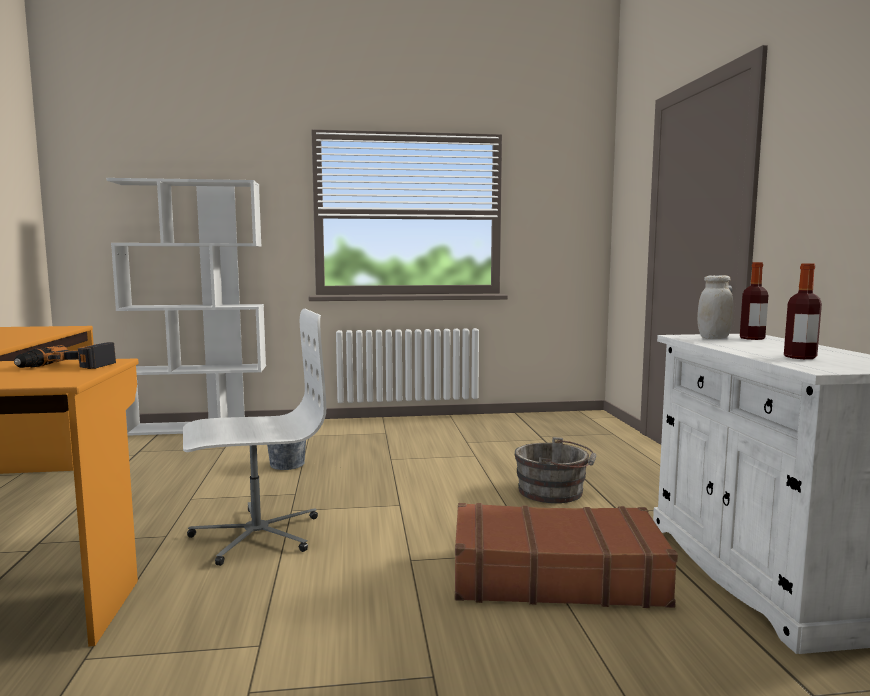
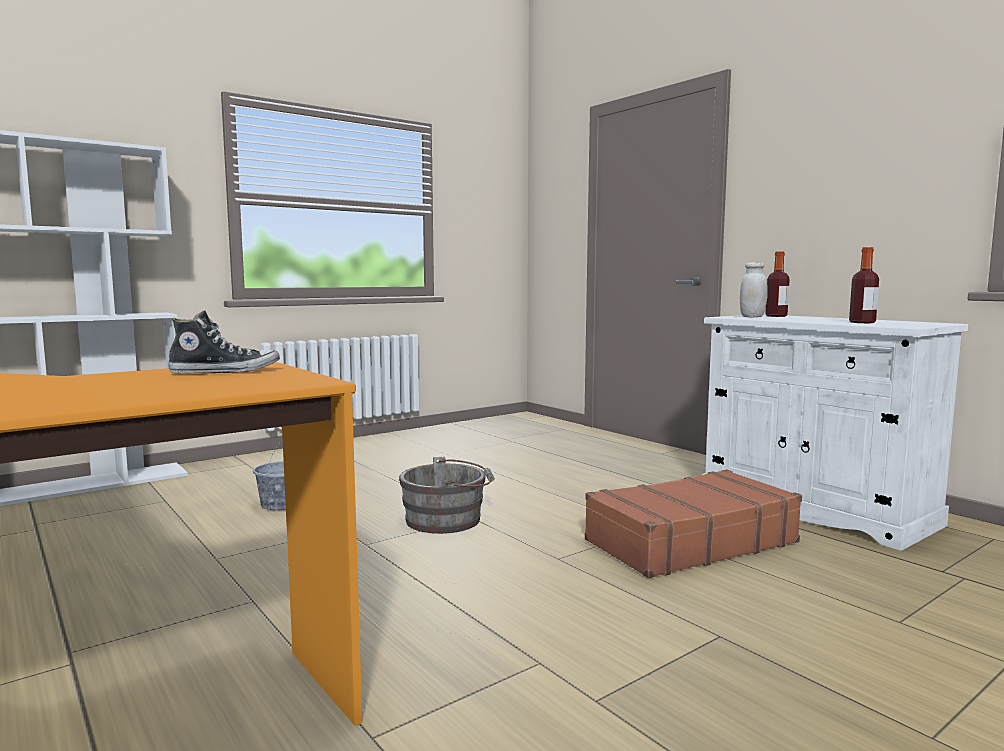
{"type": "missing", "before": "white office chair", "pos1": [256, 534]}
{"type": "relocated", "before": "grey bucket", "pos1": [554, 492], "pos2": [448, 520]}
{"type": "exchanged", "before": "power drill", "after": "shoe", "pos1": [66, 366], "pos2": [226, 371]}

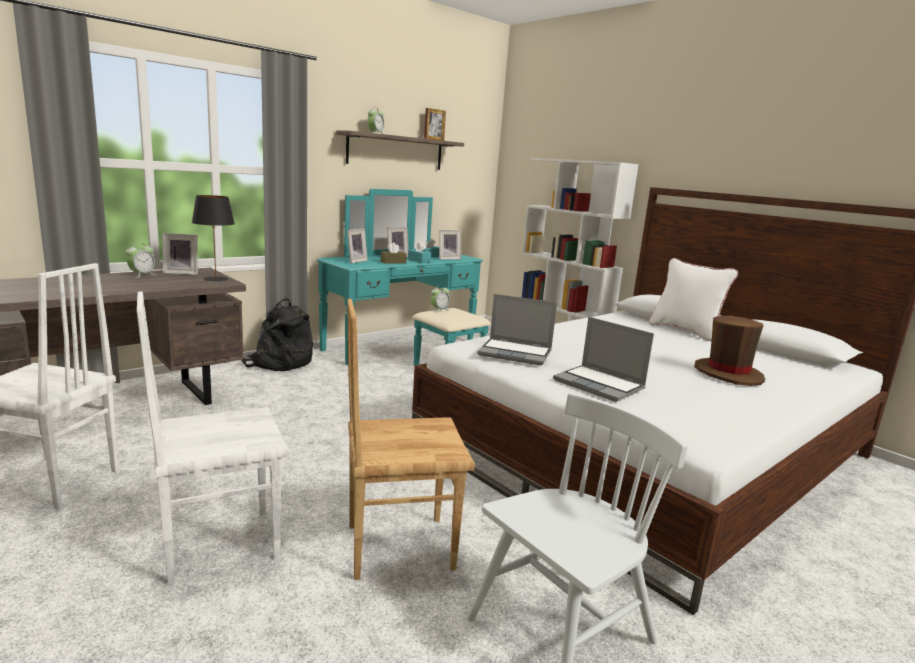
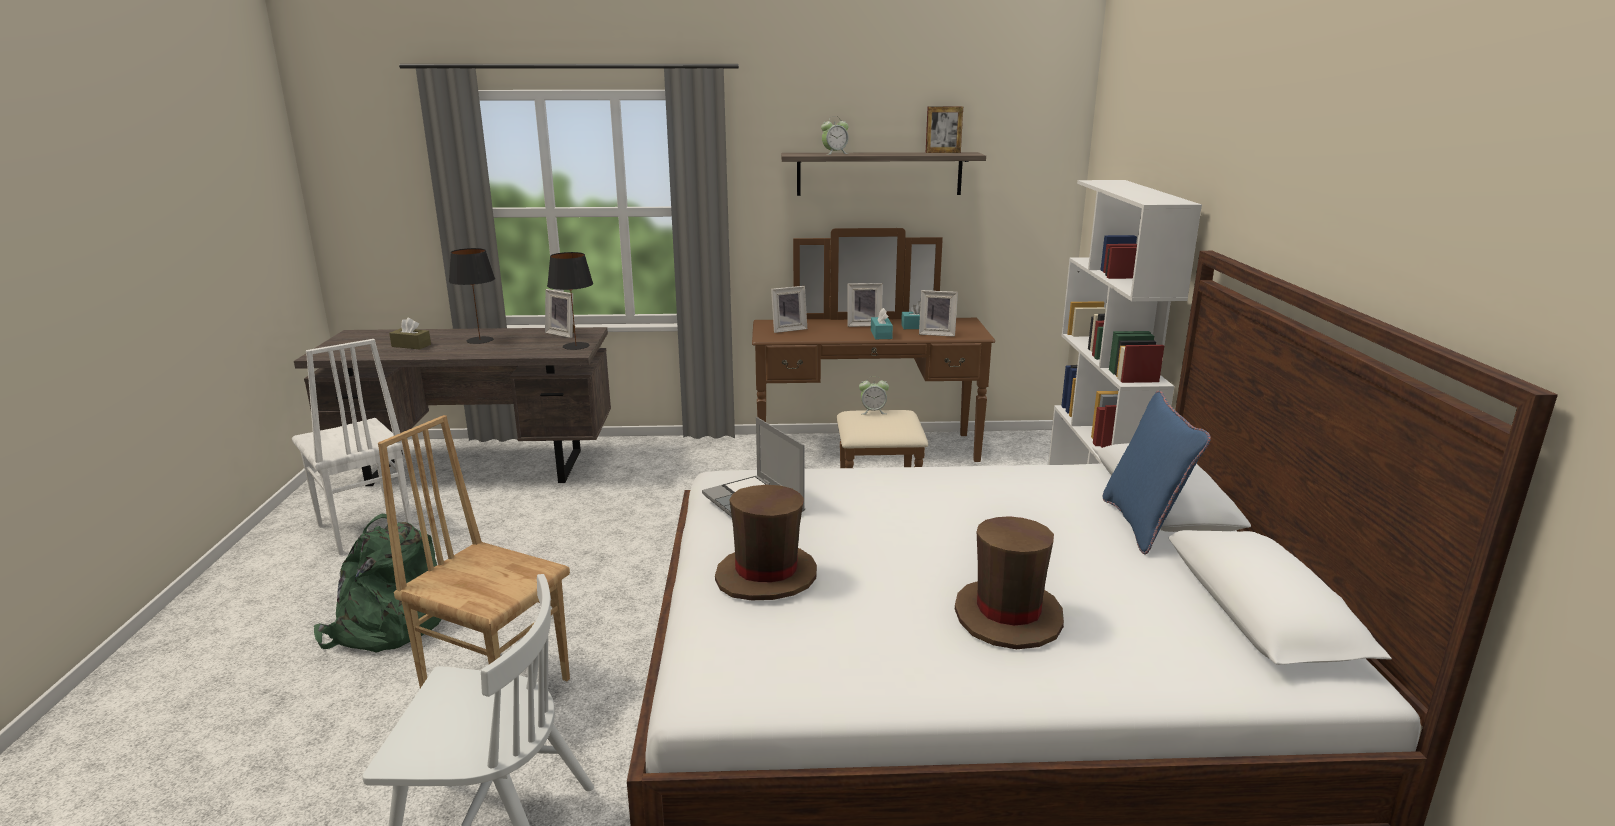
{"type": "missing", "before": "alarm clock", "pos1": [142, 275]}
{"type": "missing", "before": "black backpack", "pos1": [280, 363]}
{"type": "appeared", "after": "black table lamp", "pos2": [480, 340]}
{"type": "relocated", "before": "brown tissue box", "pos1": [393, 262], "pos2": [411, 345]}
{"type": "exchanged", "before": "white chair", "after": "green backpack", "pos1": [219, 543], "pos2": [387, 626]}
{"type": "exchanged", "before": "laptop", "after": "brown hat", "pos1": [600, 385], "pos2": [766, 576]}
{"type": "colour", "before": "turquoise dresser", "after": "brown dresser", "pos1": [411, 350], "pos2": [870, 459]}
{"type": "colour", "before": "white pillow", "after": "blue pillow", "pos1": [685, 331], "pos2": [1143, 525]}

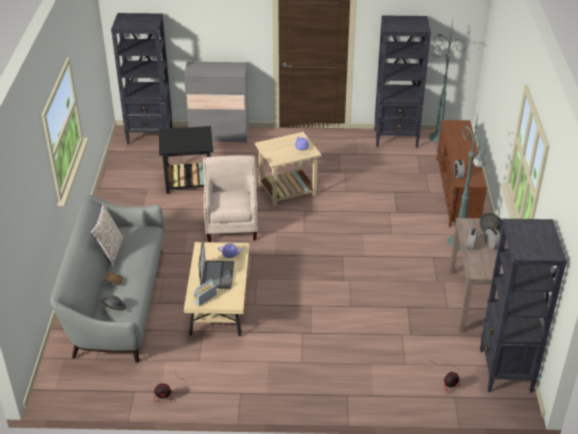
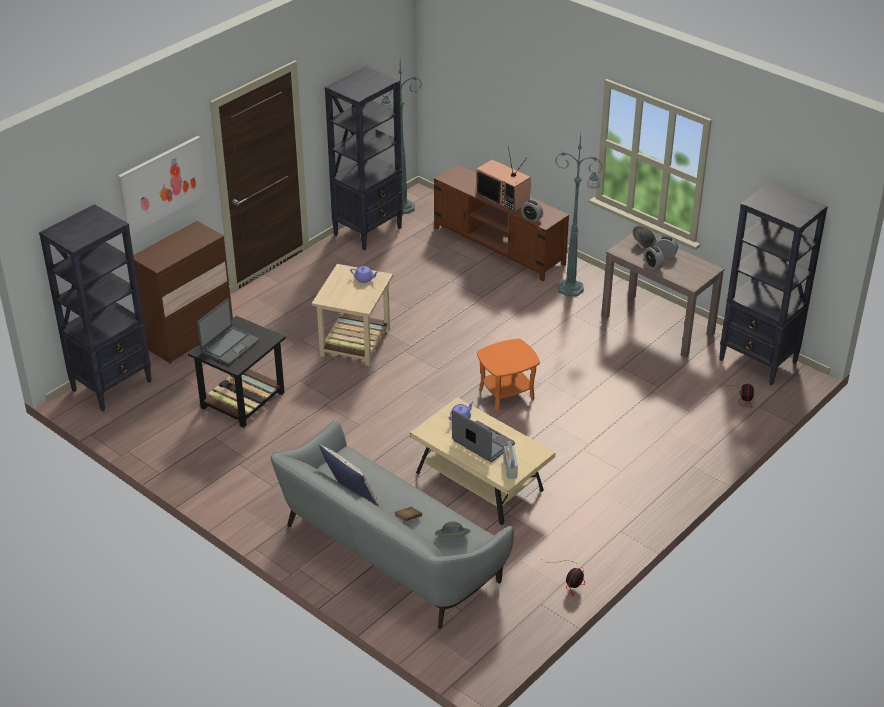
{"type": "missing", "before": "beige armchair", "pos1": [232, 224]}
{"type": "appeared", "after": "picture", "pos2": [162, 184]}
{"type": "appeared", "after": "laptop", "pos2": [229, 346]}
{"type": "appeared", "after": "television", "pos2": [504, 198]}
{"type": "appeared", "after": "orange side table", "pos2": [506, 394]}
{"type": "colour", "before": "grey dresser", "after": "brown dresser", "pos1": [219, 135], "pos2": [189, 336]}

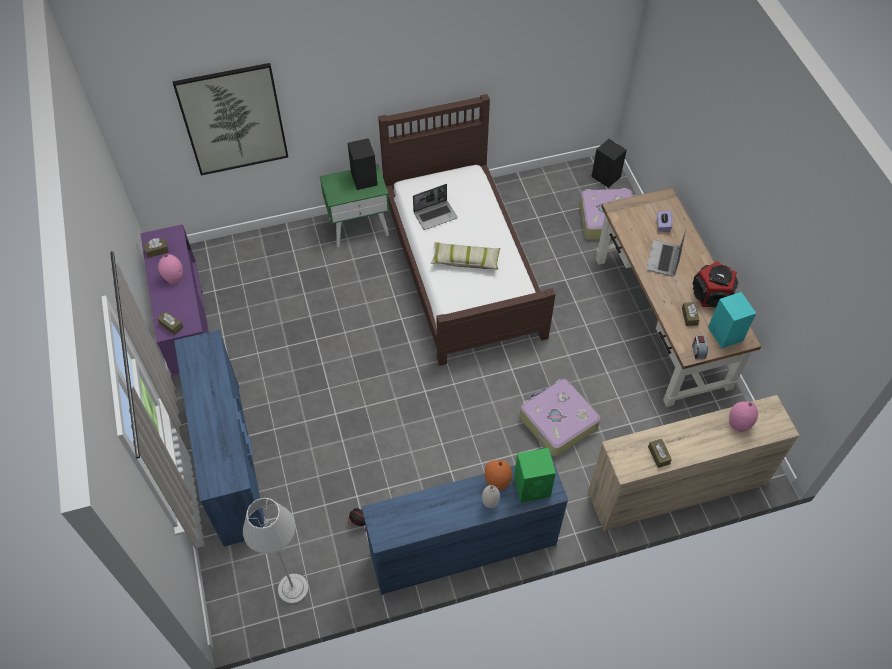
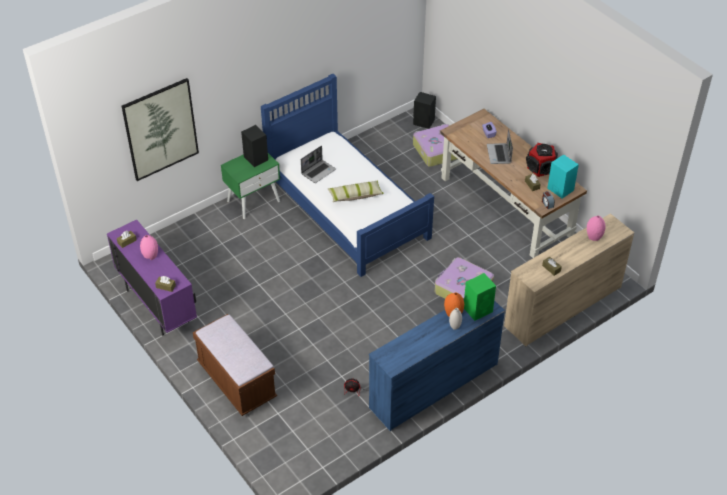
{"type": "missing", "before": "grey floor lamp", "pos1": [293, 589]}
{"type": "exchanged", "before": "blue dresser", "after": "brown bench", "pos1": [232, 461], "pos2": [237, 381]}
{"type": "colour", "before": "brown bed", "after": "blue bed", "pos1": [462, 268], "pos2": [346, 209]}

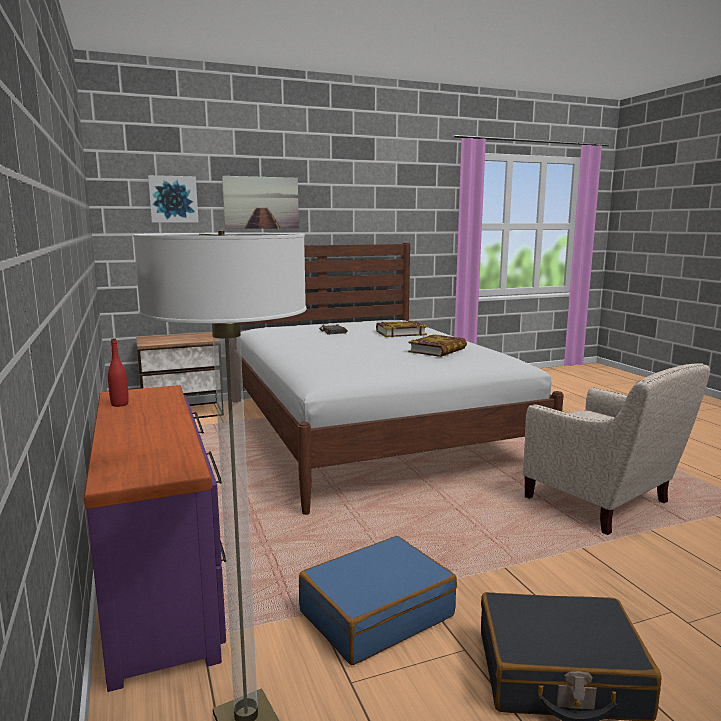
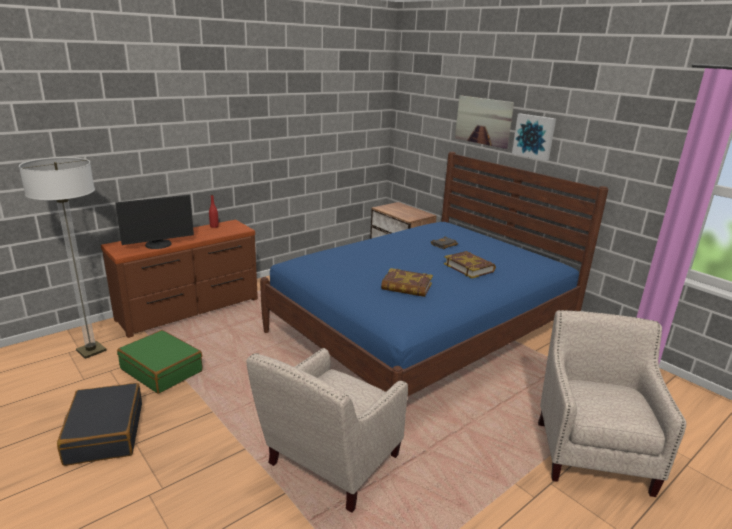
{"type": "appeared", "after": "monitor", "pos2": [158, 245]}
{"type": "appeared", "after": "beige armchair", "pos2": [592, 450]}
{"type": "relocated", "before": "picture", "pos1": [173, 199], "pos2": [534, 136]}
{"type": "colour", "before": "purple dresser", "after": "brown dresser", "pos1": [161, 579], "pos2": [190, 310]}
{"type": "colour", "before": "white bed", "after": "blue bed", "pos1": [369, 430], "pos2": [422, 332]}
{"type": "colour", "before": "blue suitcase", "after": "green suitcase", "pos1": [376, 613], "pos2": [162, 370]}

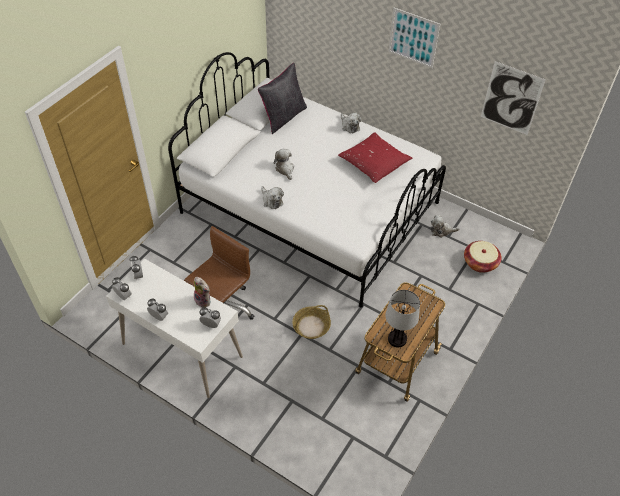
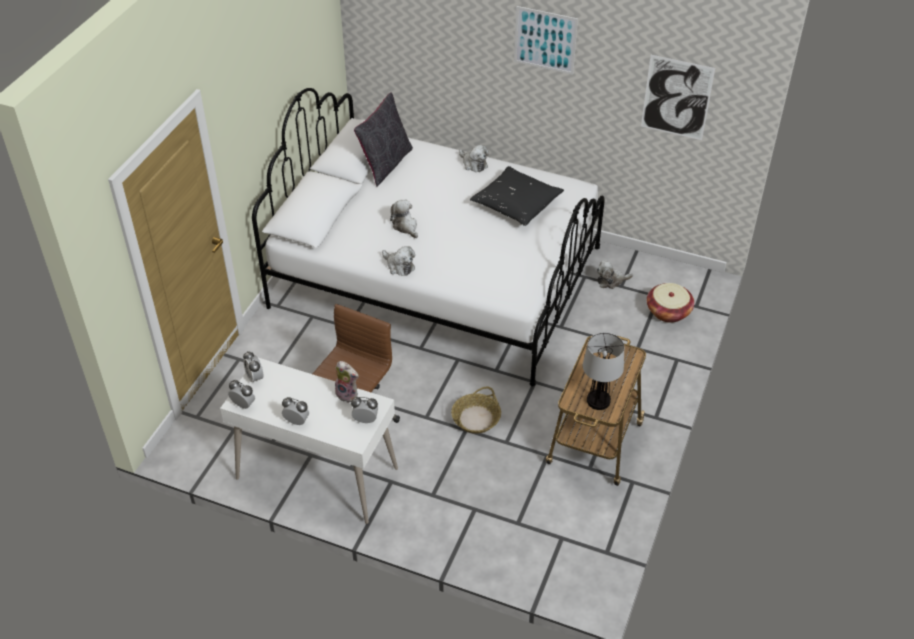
{"type": "colour", "before": "red pillow", "after": "black pillow", "pos1": [374, 163], "pos2": [516, 204]}

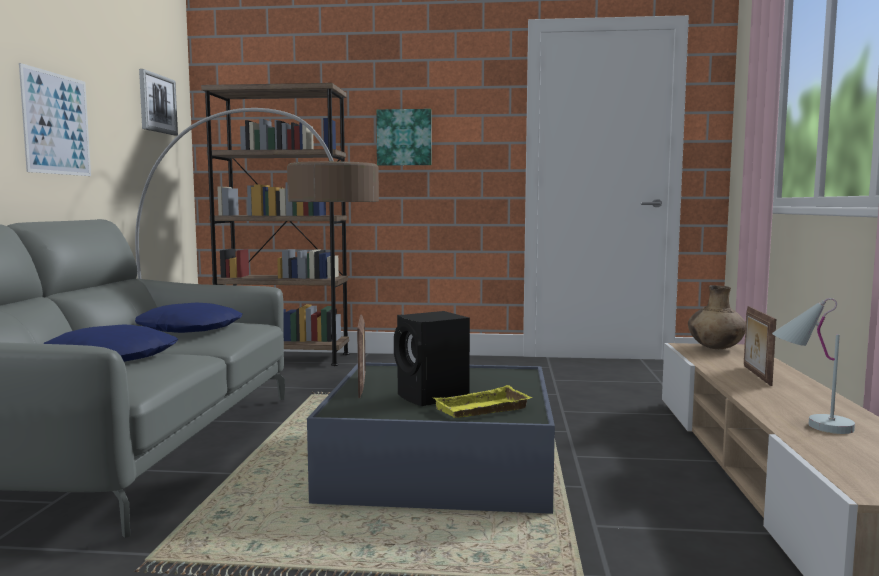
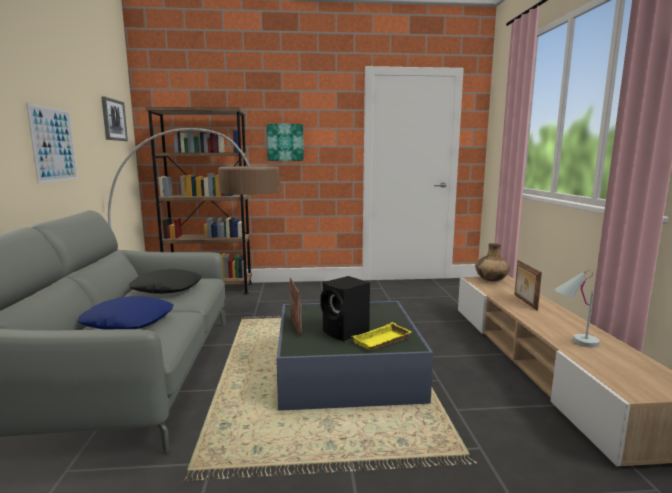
{"type": "colour", "before": "blue pillow", "after": "black pillow", "pos1": [191, 329], "pos2": [167, 288]}

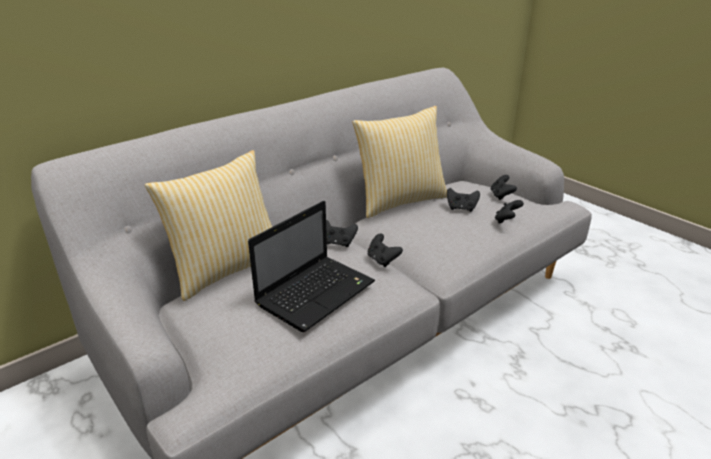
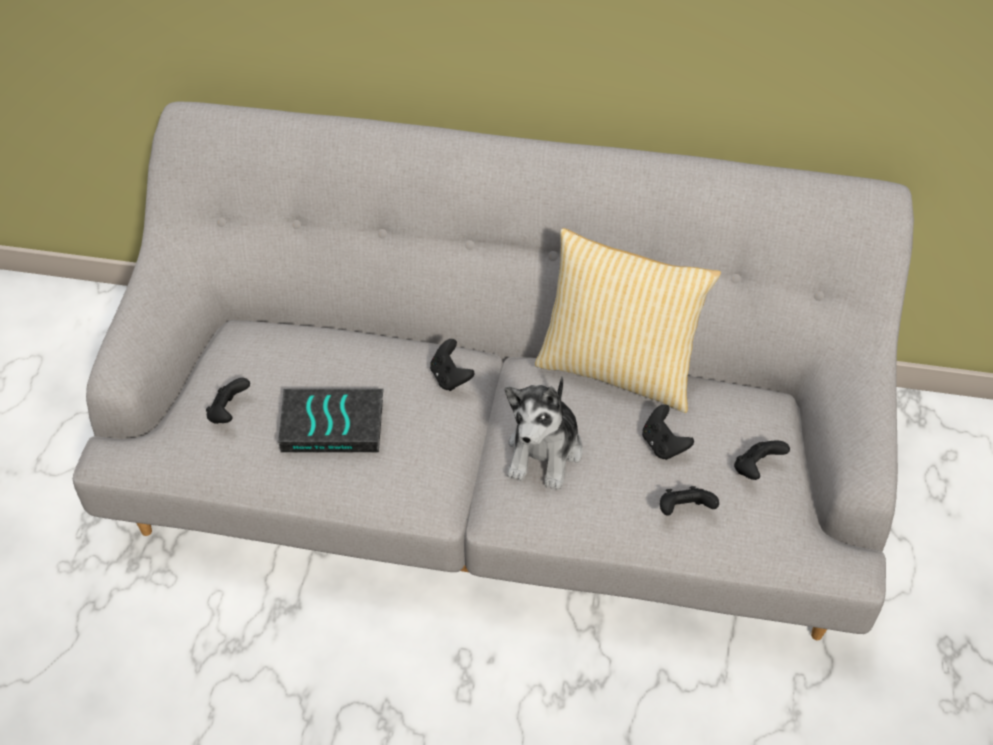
{"type": "missing", "before": "pillow", "pos1": [225, 268]}
{"type": "appeared", "after": "plush toy", "pos2": [545, 451]}
{"type": "relocated", "before": "black game controller", "pos1": [382, 260], "pos2": [229, 413]}
{"type": "exchanged", "before": "laptop", "after": "book", "pos1": [317, 292], "pos2": [334, 424]}

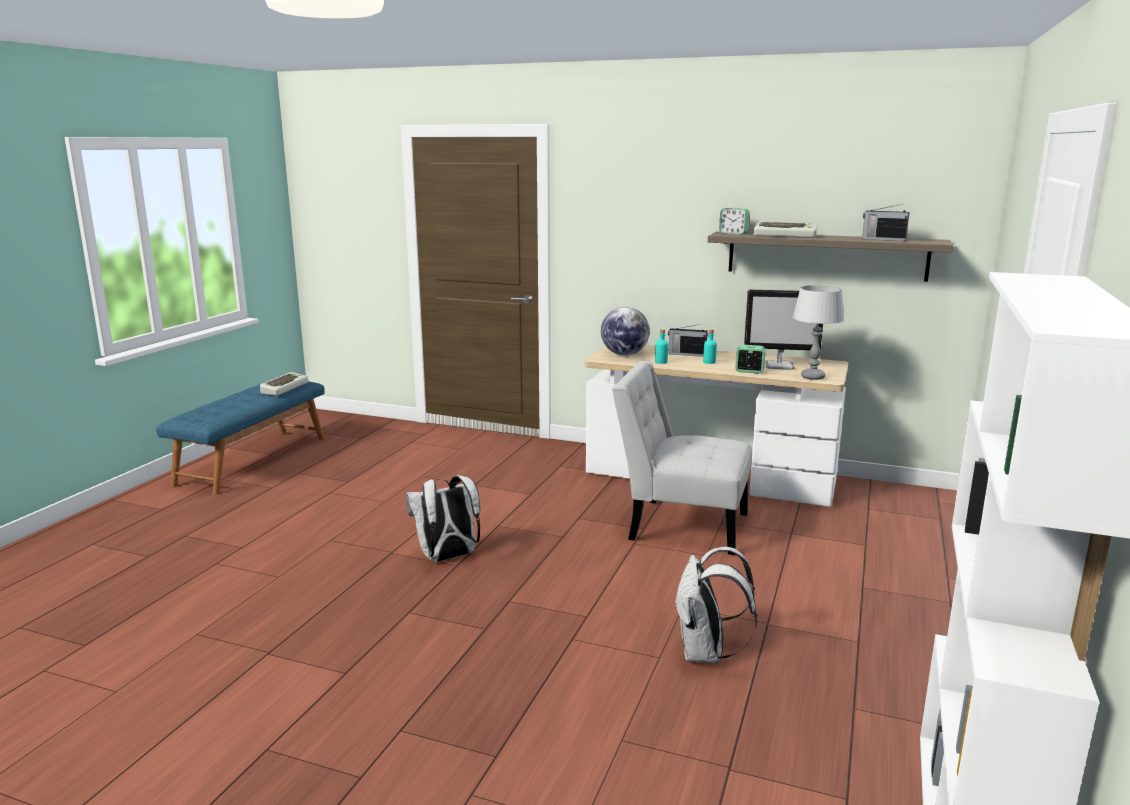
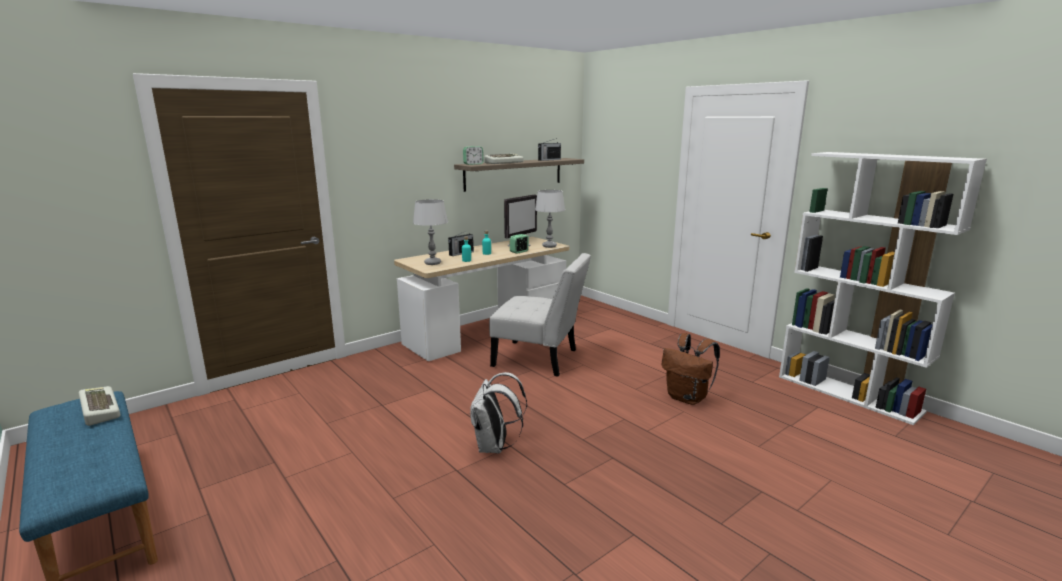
{"type": "exchanged", "before": "globe", "after": "grey table lamp", "pos1": [624, 354], "pos2": [432, 263]}
{"type": "colour", "before": "white backpack", "after": "brown backpack", "pos1": [706, 654], "pos2": [688, 398]}
{"type": "spun", "before": "white chair", "pos1": [681, 525], "pos2": [540, 359], "turn": -120}

